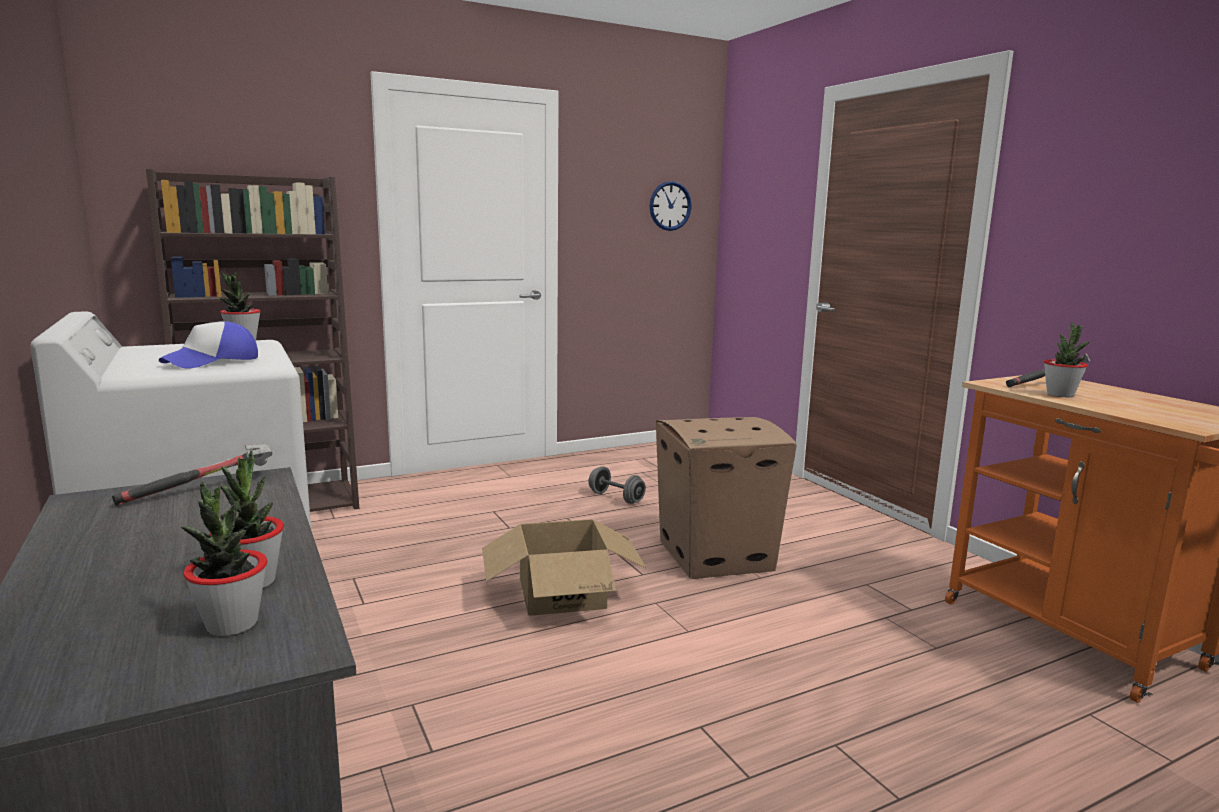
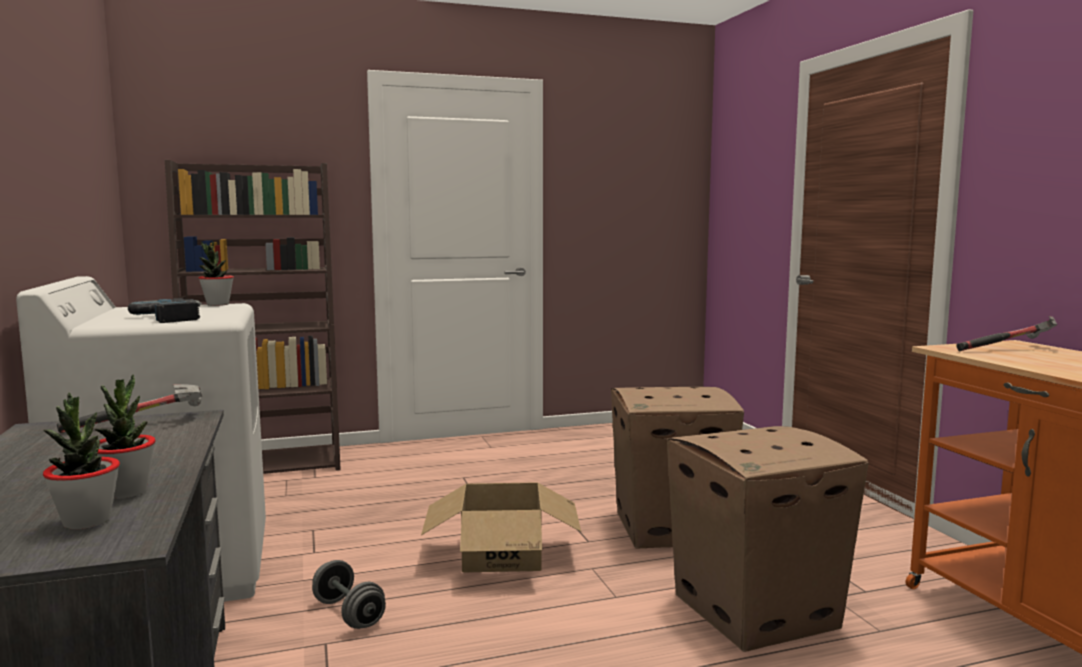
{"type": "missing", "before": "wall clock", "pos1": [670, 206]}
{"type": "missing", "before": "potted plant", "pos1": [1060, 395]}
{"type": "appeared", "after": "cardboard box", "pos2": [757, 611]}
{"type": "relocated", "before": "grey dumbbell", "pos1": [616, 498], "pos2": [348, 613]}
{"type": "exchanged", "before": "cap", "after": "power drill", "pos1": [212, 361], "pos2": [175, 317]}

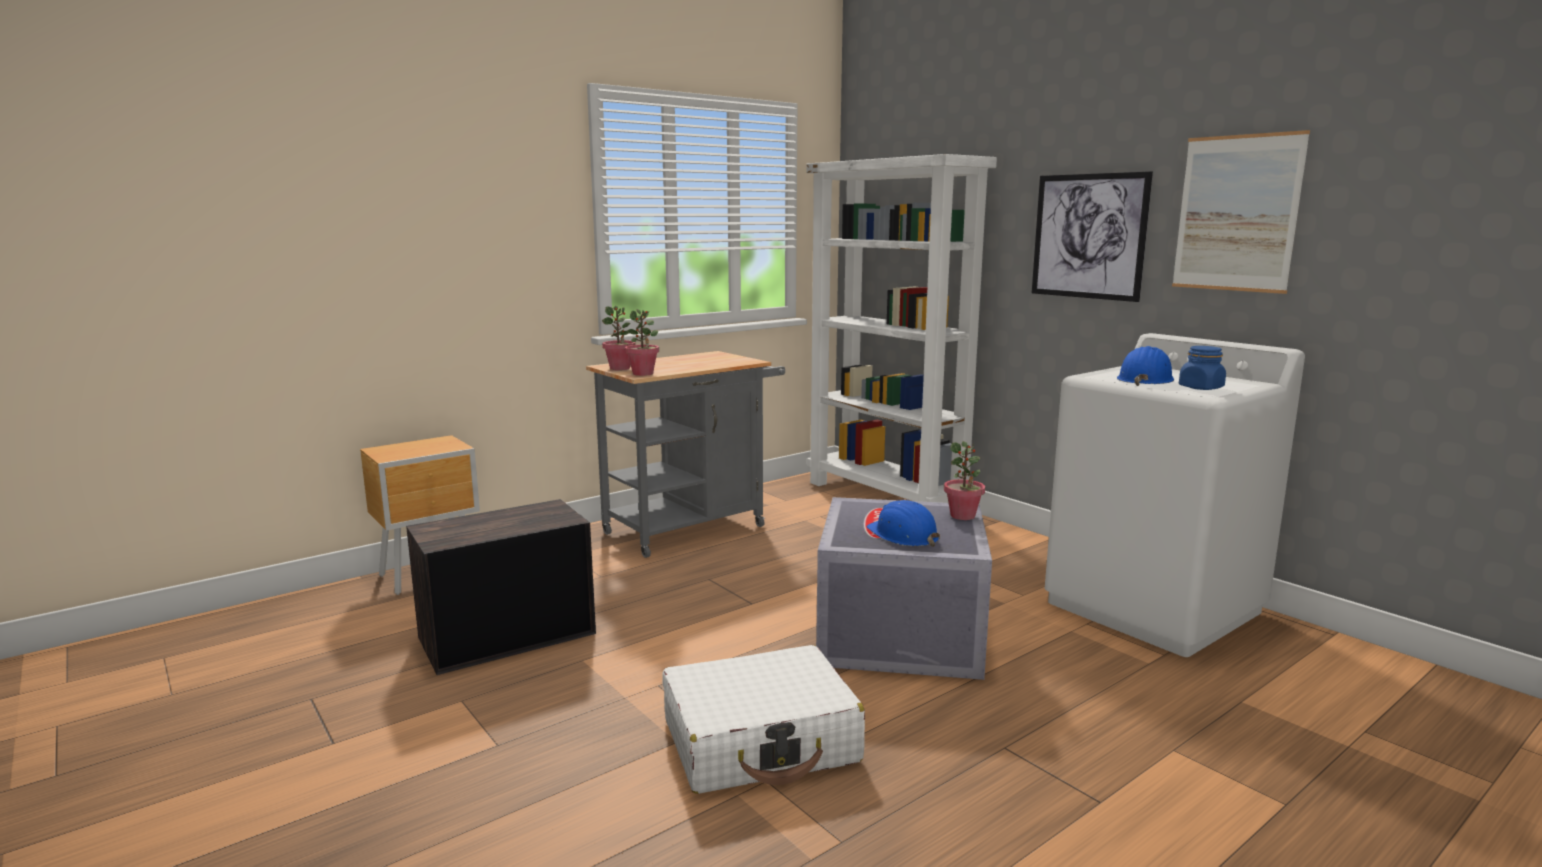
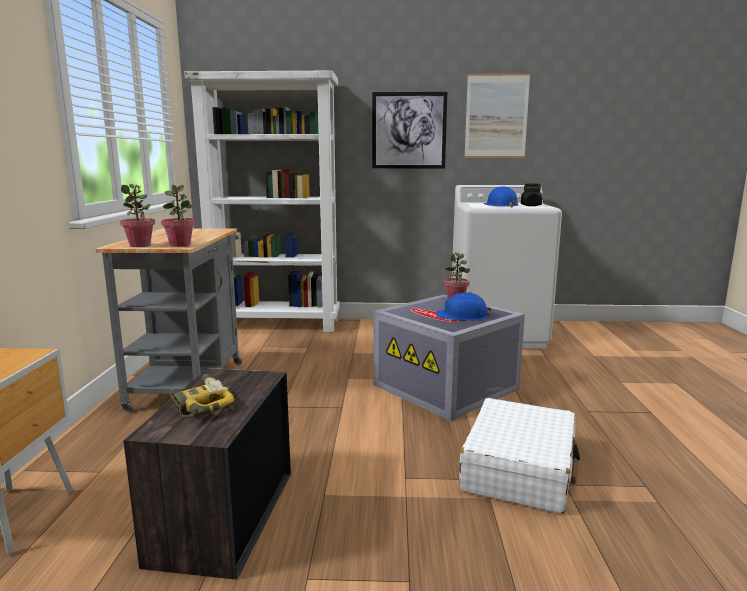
{"type": "appeared", "after": "power drill", "pos2": [198, 404]}
{"type": "colour", "before": "blue jar", "after": "black jar", "pos1": [1201, 388], "pos2": [531, 205]}

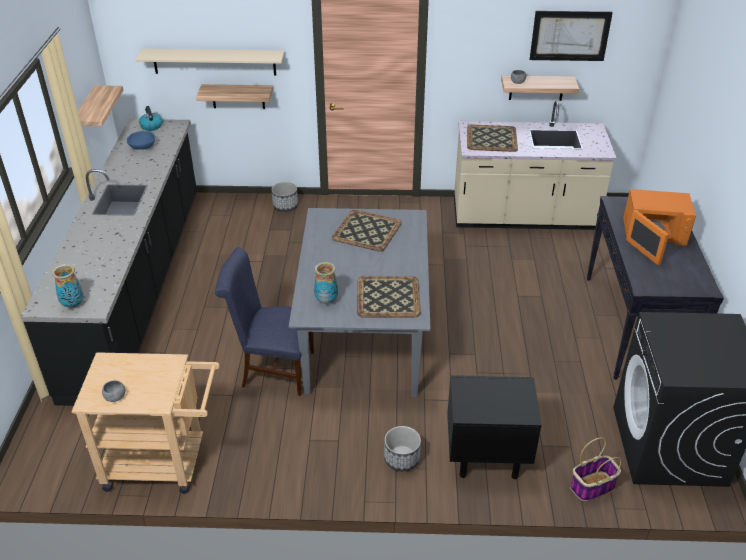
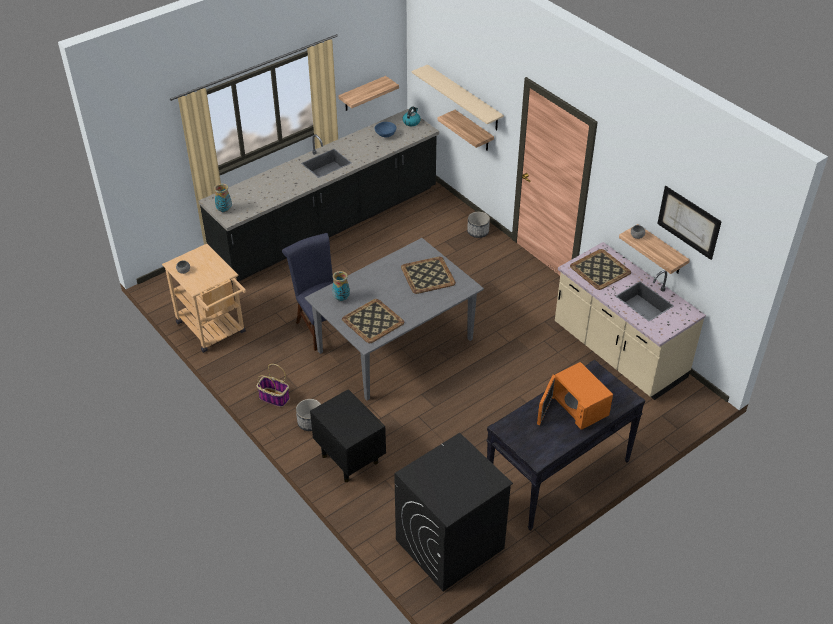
{"type": "relocated", "before": "basket", "pos1": [592, 487], "pos2": [273, 397]}

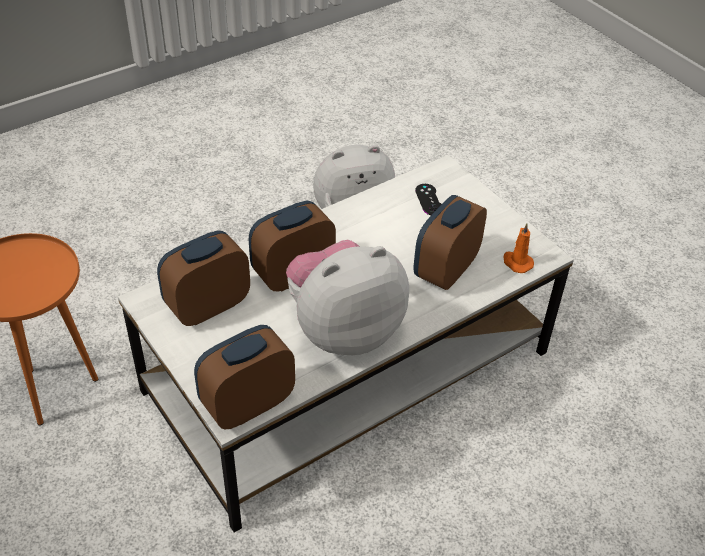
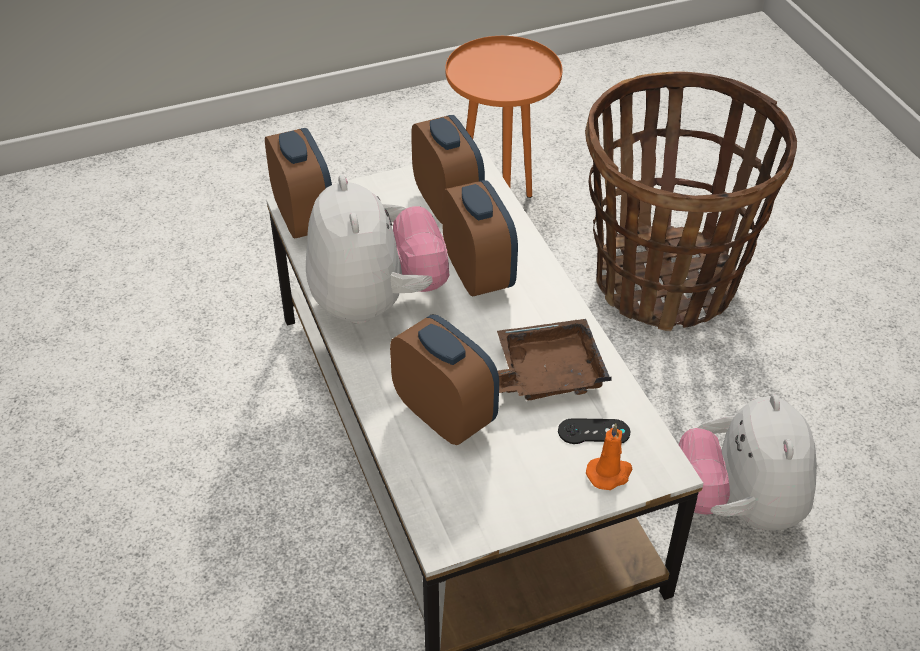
{"type": "appeared", "after": "brown tray", "pos2": [546, 373]}
{"type": "appeared", "after": "basket", "pos2": [666, 281]}
{"type": "relocated", "before": "orange candle", "pos1": [516, 262], "pos2": [610, 473]}

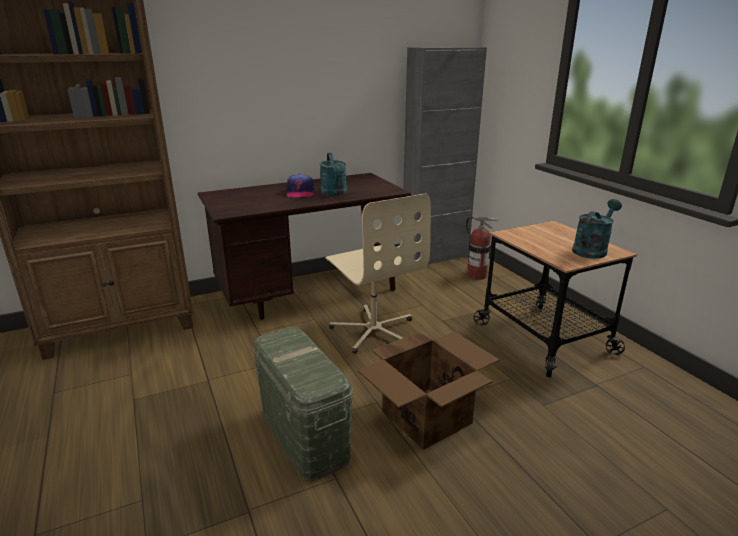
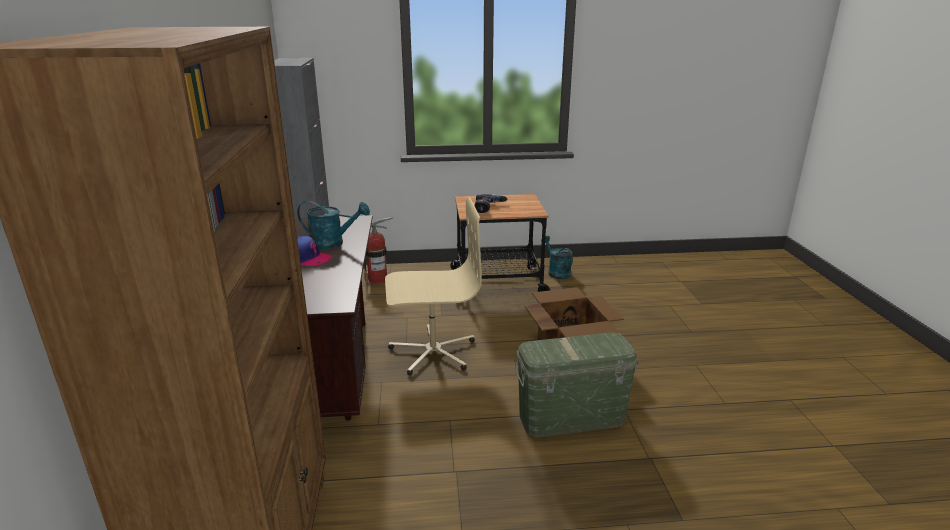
{"type": "appeared", "after": "power drill", "pos2": [489, 208]}
{"type": "relocated", "before": "turquoise watering can", "pos1": [592, 250], "pos2": [556, 272]}

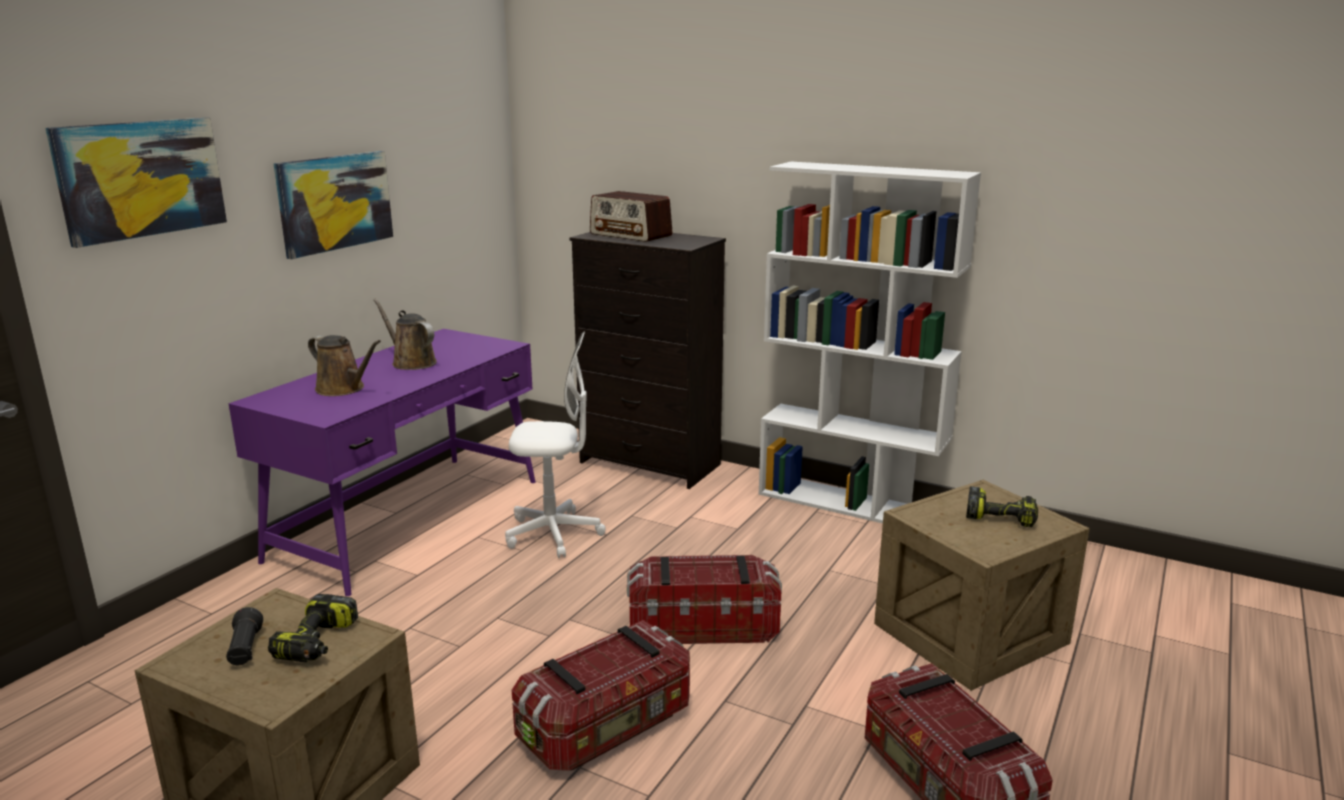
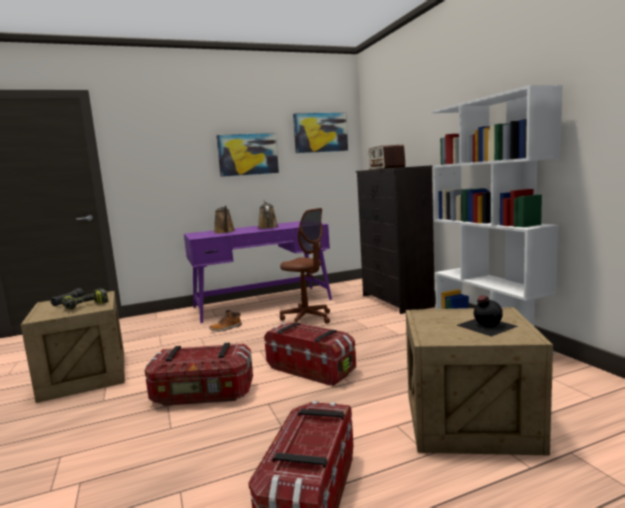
{"type": "appeared", "after": "boot", "pos2": [226, 328]}
{"type": "relocated", "before": "picture", "pos1": [141, 179], "pos2": [320, 132]}
{"type": "exchanged", "before": "power drill", "after": "black bottle", "pos1": [1001, 517], "pos2": [485, 325]}
{"type": "colour", "before": "white office chair", "after": "brown office chair", "pos1": [553, 534], "pos2": [307, 319]}

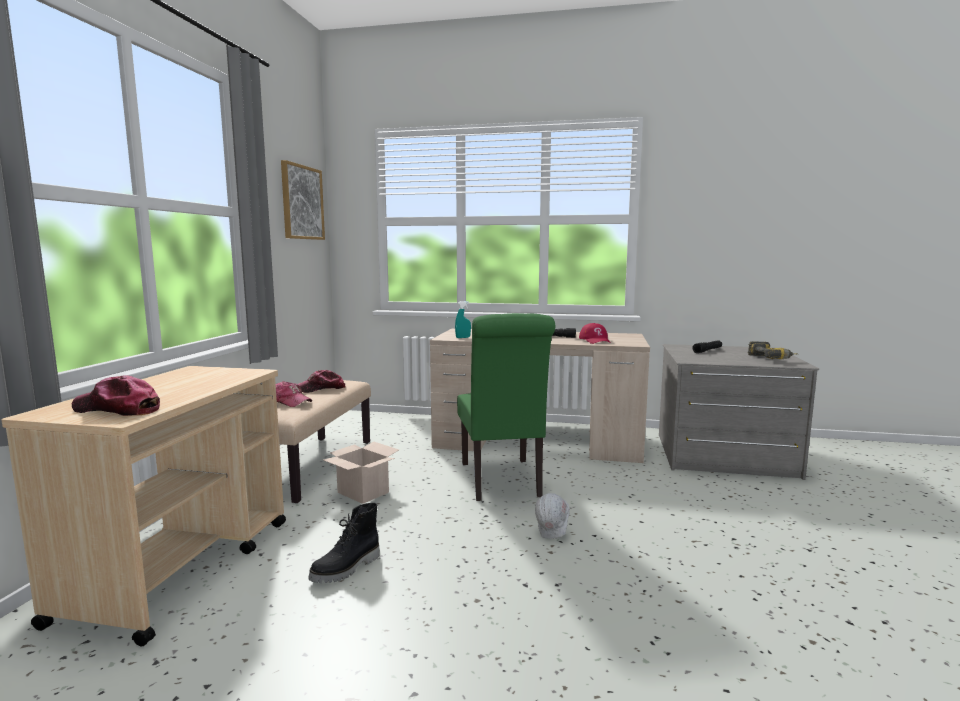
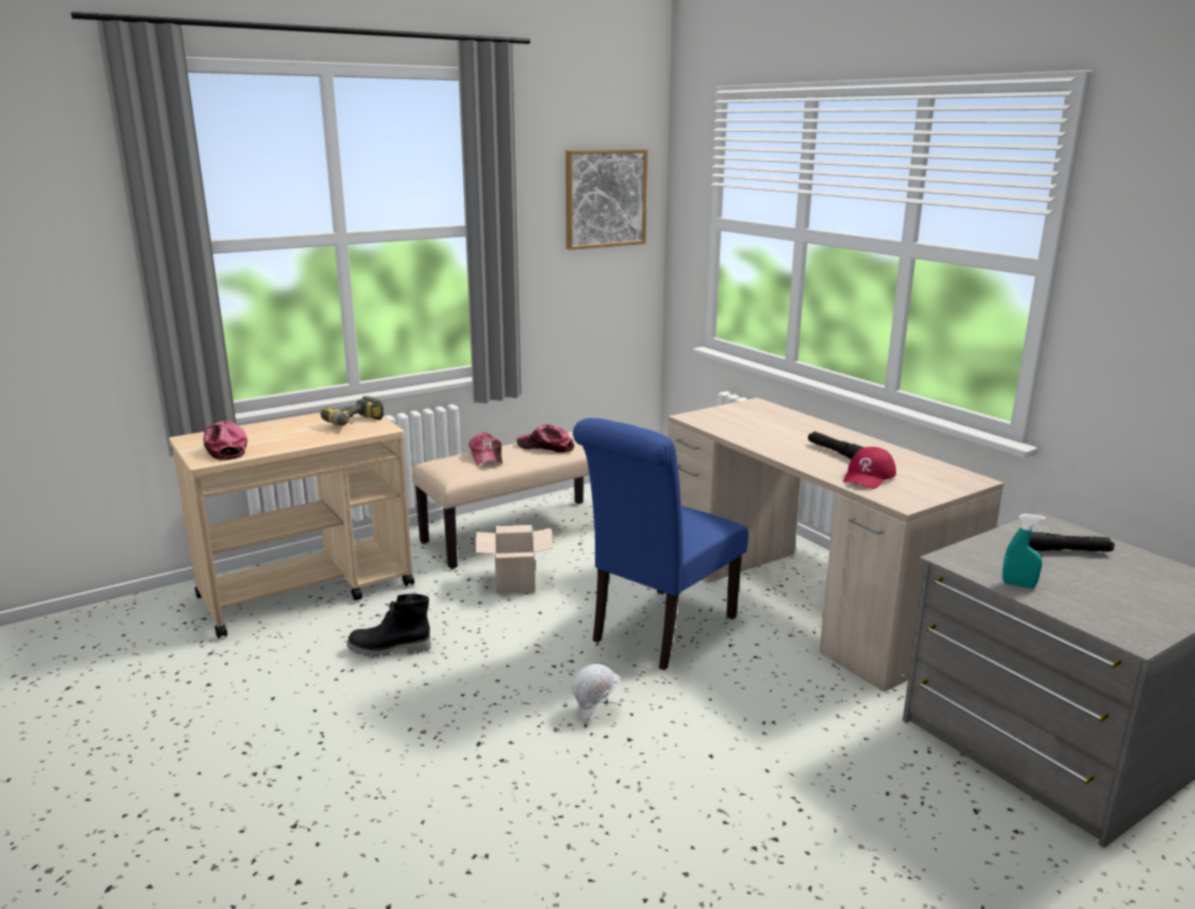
{"type": "relocated", "before": "turquoise spray bottle", "pos1": [463, 337], "pos2": [1018, 585]}
{"type": "relocated", "before": "power drill", "pos1": [772, 359], "pos2": [356, 424]}
{"type": "colour", "before": "green chair", "after": "blue chair", "pos1": [502, 482], "pos2": [658, 632]}

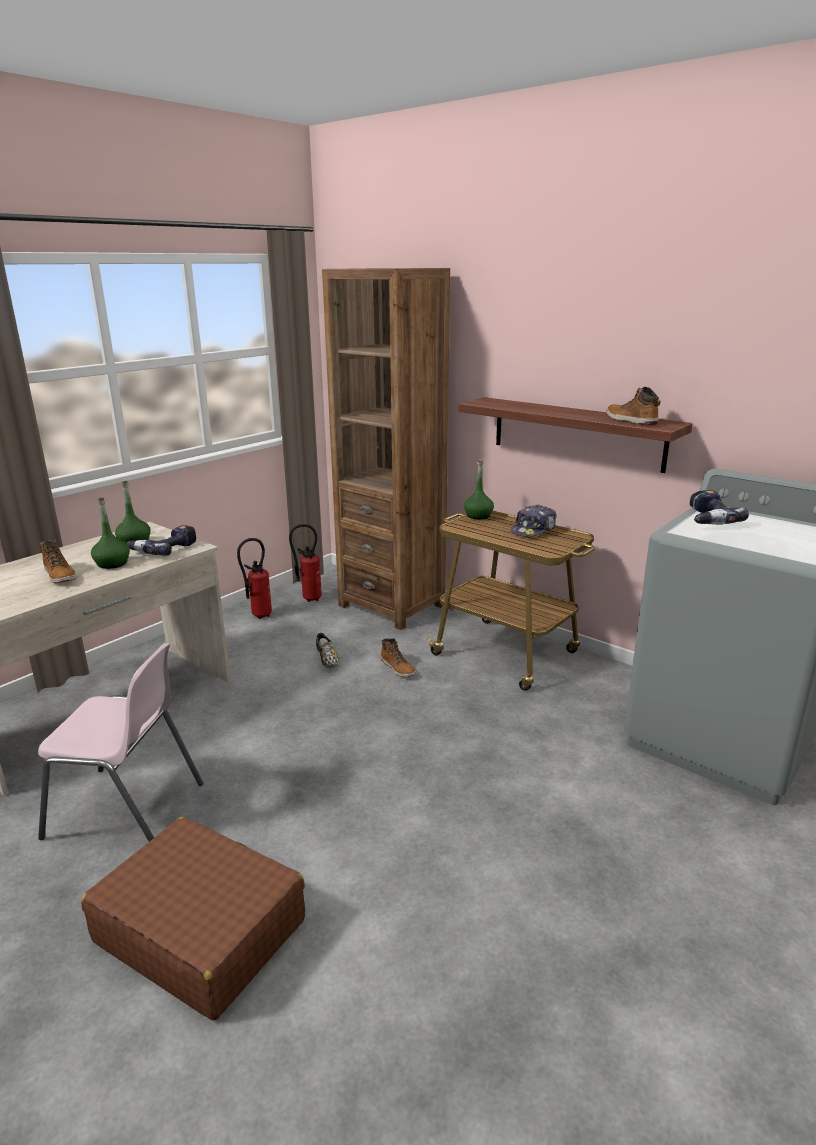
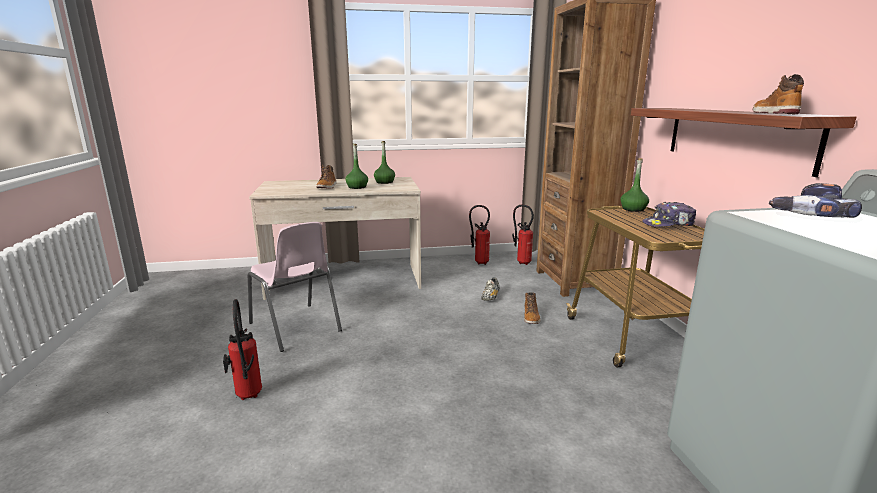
{"type": "missing", "before": "power drill", "pos1": [164, 549]}
{"type": "exchanged", "before": "brown suitcase", "after": "fire extinguisher", "pos1": [200, 930], "pos2": [247, 397]}

